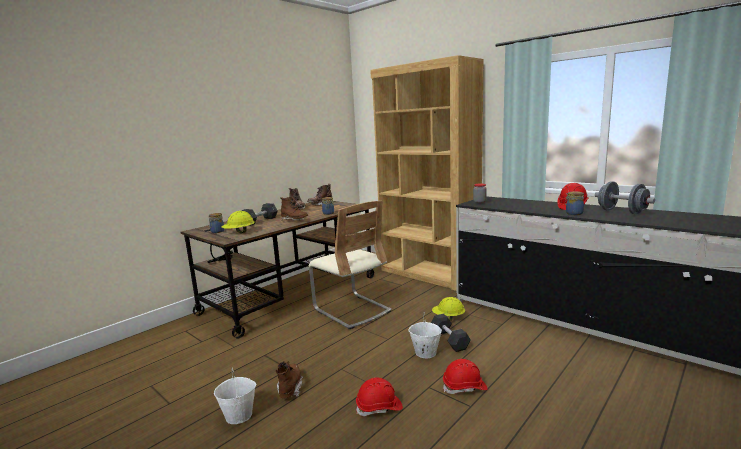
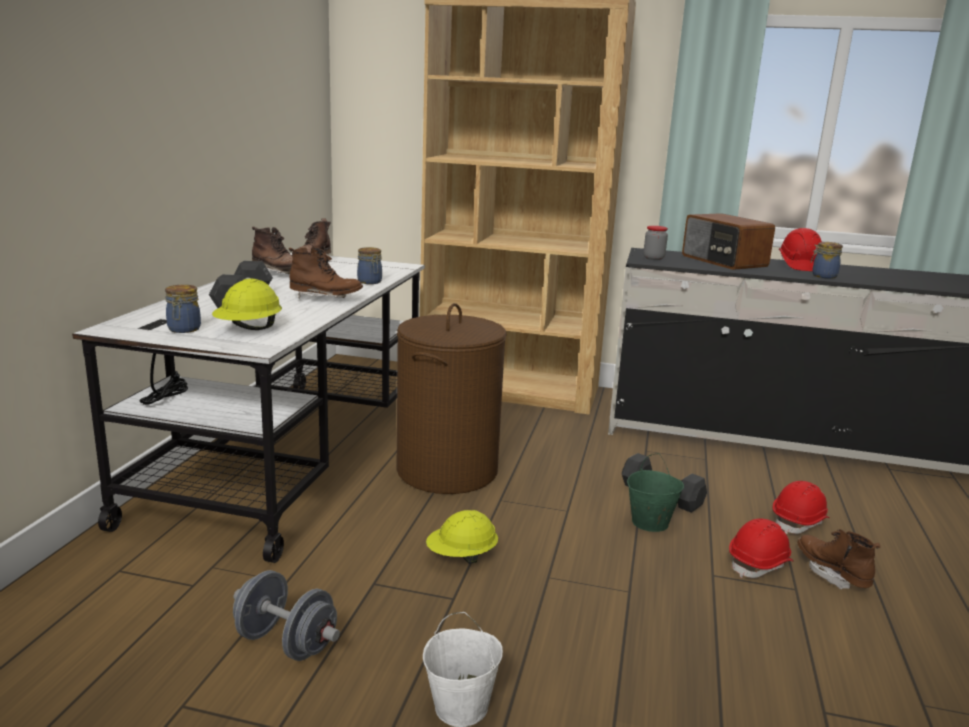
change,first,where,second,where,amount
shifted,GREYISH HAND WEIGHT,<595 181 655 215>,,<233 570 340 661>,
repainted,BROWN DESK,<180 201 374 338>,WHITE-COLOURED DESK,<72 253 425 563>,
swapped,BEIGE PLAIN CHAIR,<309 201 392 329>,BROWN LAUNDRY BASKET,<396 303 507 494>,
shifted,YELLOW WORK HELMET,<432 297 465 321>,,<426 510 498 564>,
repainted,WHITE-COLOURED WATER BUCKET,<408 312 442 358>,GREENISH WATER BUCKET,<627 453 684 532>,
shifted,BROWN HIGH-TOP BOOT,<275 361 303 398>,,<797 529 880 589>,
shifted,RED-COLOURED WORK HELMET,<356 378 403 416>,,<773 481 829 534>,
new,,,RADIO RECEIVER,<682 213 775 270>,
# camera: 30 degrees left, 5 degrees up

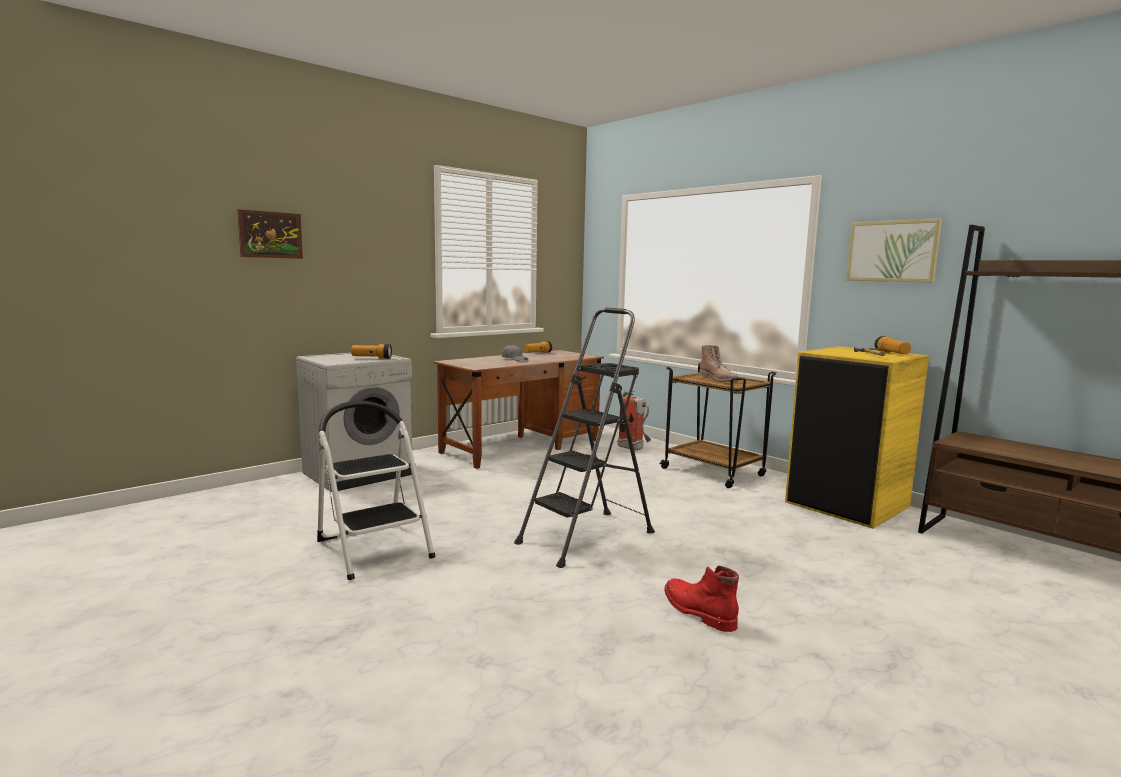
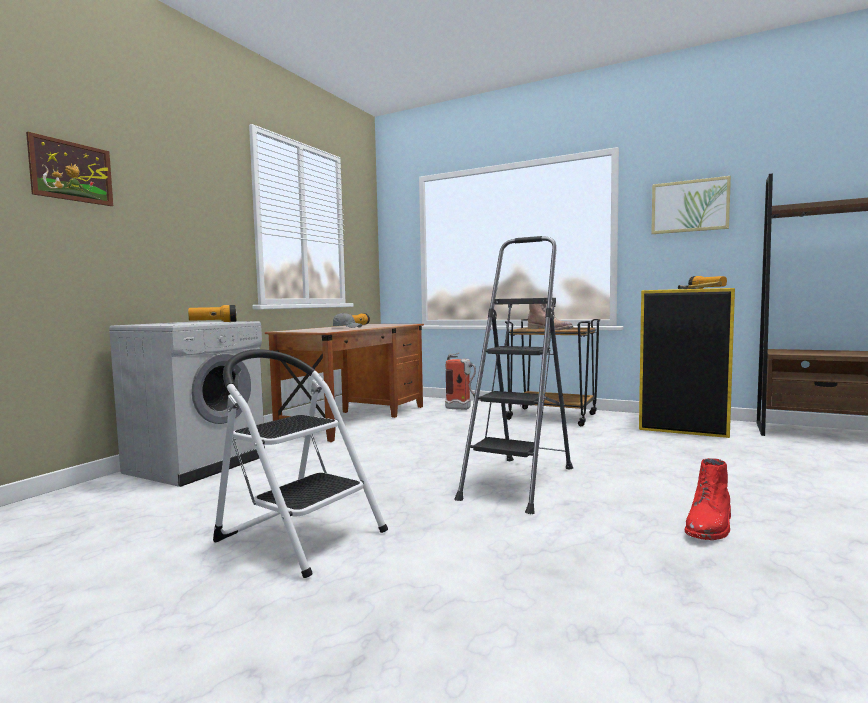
change,first,where,second,where,amount
rotated,RED-COLOURED HIGH-TOP BOOT,<664 565 739 632>,,<685 458 731 540>,90 degrees counterclockwise
# camera: 20 degrees left, 5 degrees down

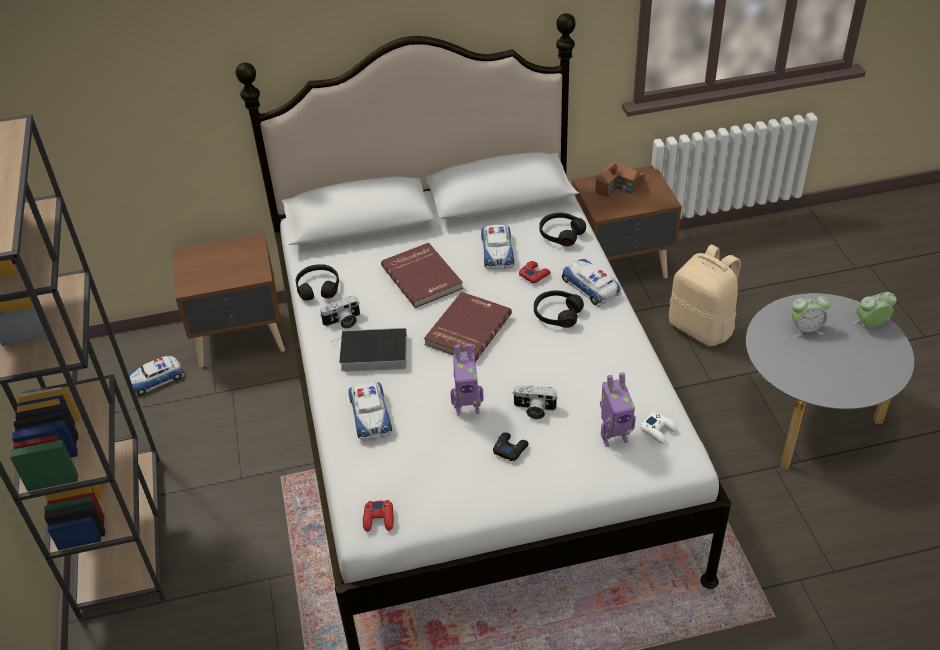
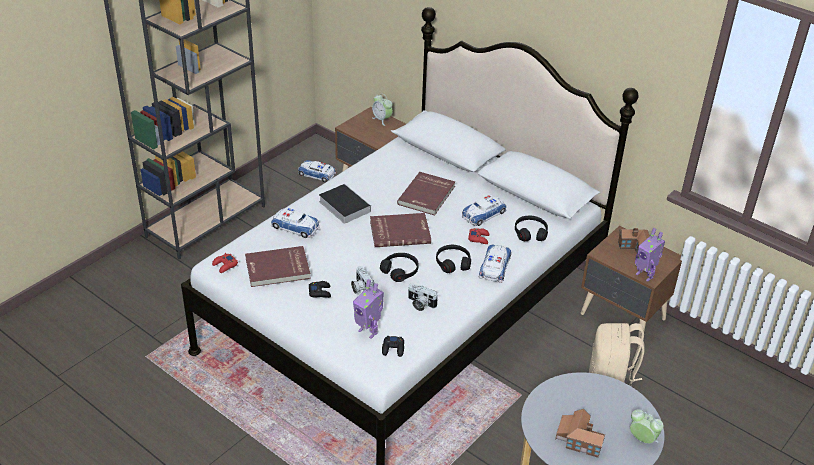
change,first,where,second,where,amount
shifted,BLACK-COLOURED PAIR OF HEADPHONES,<296 264 339 300>,,<380 253 419 282>,
shifted,ALARM CLOCK,<791 293 830 337>,,<372 94 392 126>,
shifted,PHOTO CAMERA,<320 295 360 329>,,<408 284 438 311>,
shifted,MODEL ROBOT,<450 344 484 416>,,<635 228 665 282>,
rotated,MODEL CAR,<348 381 392 441>,,<271 208 319 238>,105 degrees counterclockwise
repainted,WHITE-COLOURED JOYPAD,<640 413 677 444>,BLACK-COLOURED JOYPAD,<382 336 404 357>,
new,,,RED-COLOURED BOUND BOOK,<245 246 311 287>,
new,,,MINIATURE HOUSE,<555 409 605 458>,
# camera: 50 degrees right, 5 degrees down

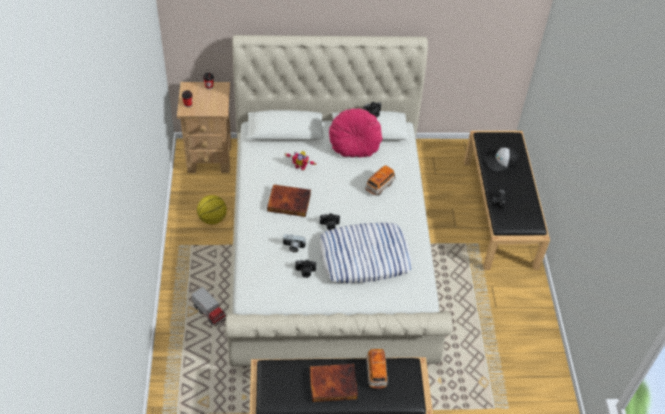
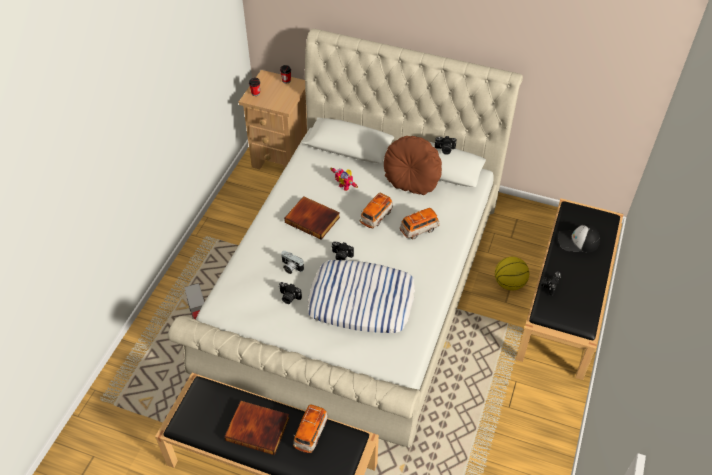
change,first,where,second,where,amount
repainted,PINK THROW PILLOW,<329 108 383 157>,BROWN THROW PILLOW,<384 136 442 195>,
shifted,BASKETBALL,<197 195 227 224>,,<495 257 529 290>,
new,,,MODEL CAR,<360 193 393 228>,
# camera: 25 degrees right, 0 degrees up

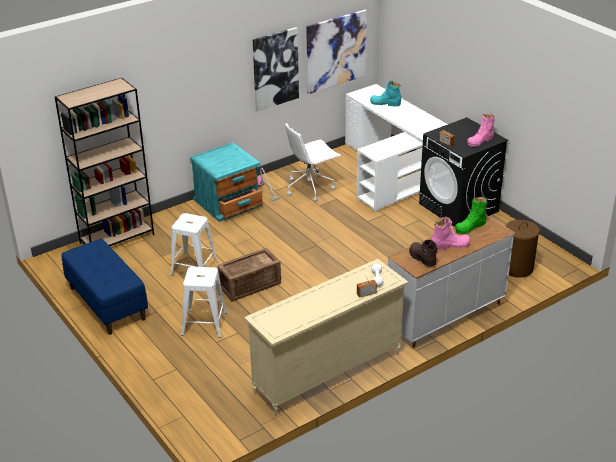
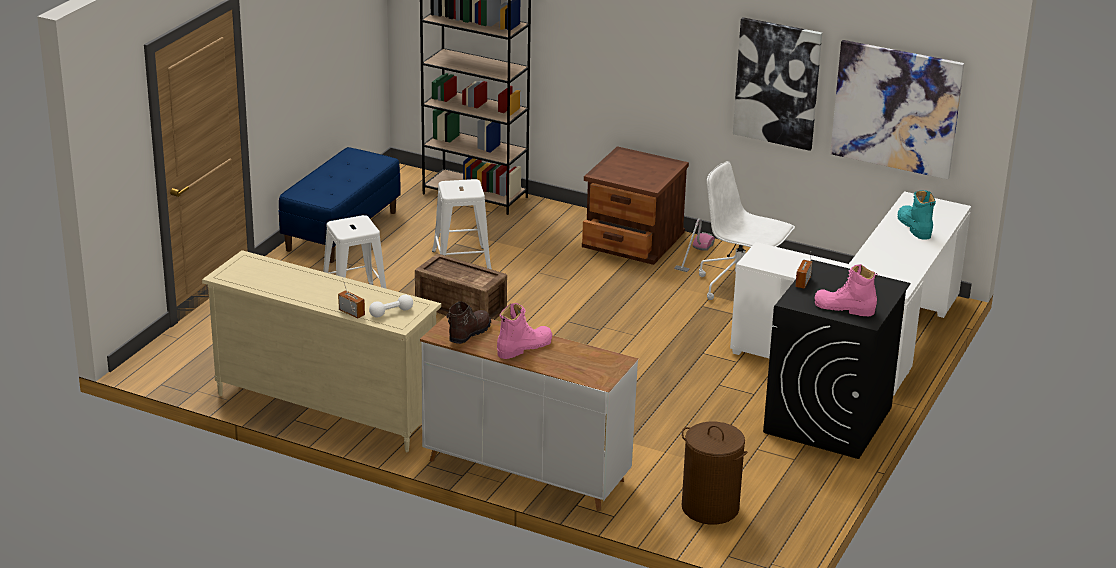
change,first,where,second,where,amount
repainted,BLUE-GREEN NIGHTSTAND,<190 143 263 222>,BROWN NIGHTSTAND,<582 146 689 265>,
gone,GREENISH HIGH-TOP BOOT,<455 197 487 234>,,,
rotated,PINK HIGH-TOP BOOT,<431 217 470 250>,,<497 303 552 359>,90 degrees counterclockwise
# camera: 60 degrees right, 5 degrees down

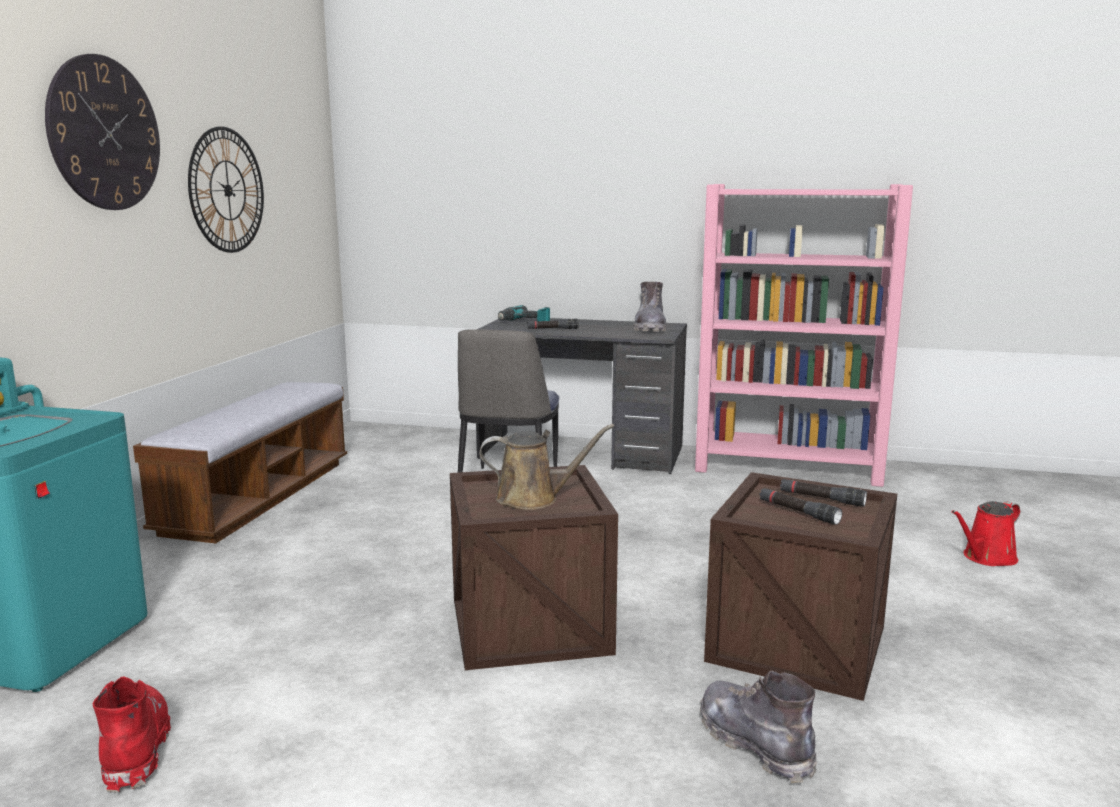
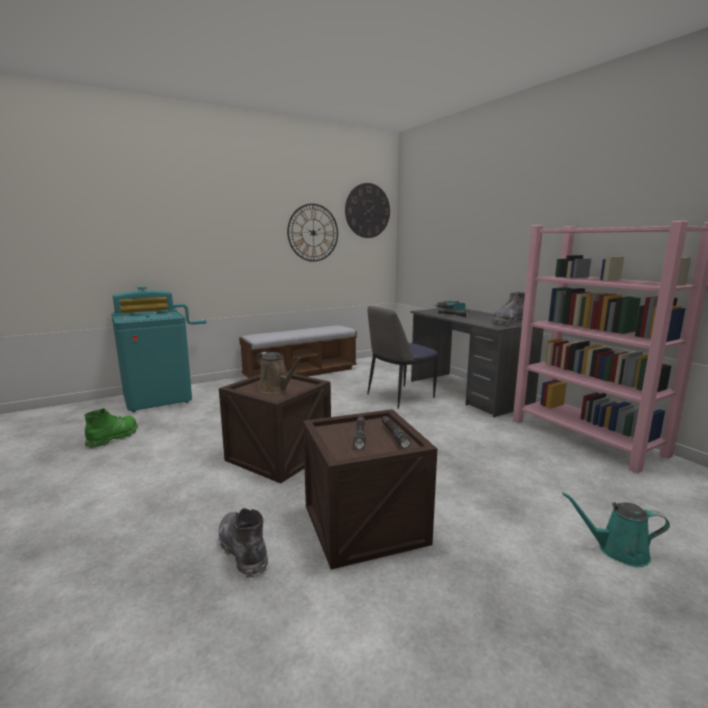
change,first,where,second,where,amount
shifted,WALL CLOCK,<45 54 160 210>,,<345 183 390 238>,
repainted,RED-COLOURED WATERING POT,<952 501 1020 566>,BLUE-GREEN WATERING POT,<562 492 670 567>,
rotated,GREYISH HIGH-TOP BOOT,<700 671 817 783>,,<218 508 268 578>,45 degrees counterclockwise
repainted,RED-COLOURED HIGH-TOP BOOT,<92 676 171 792>,GREENISH HIGH-TOP BOOT,<84 408 138 449>,
# camera: 45 degrees right, 0 degrees up

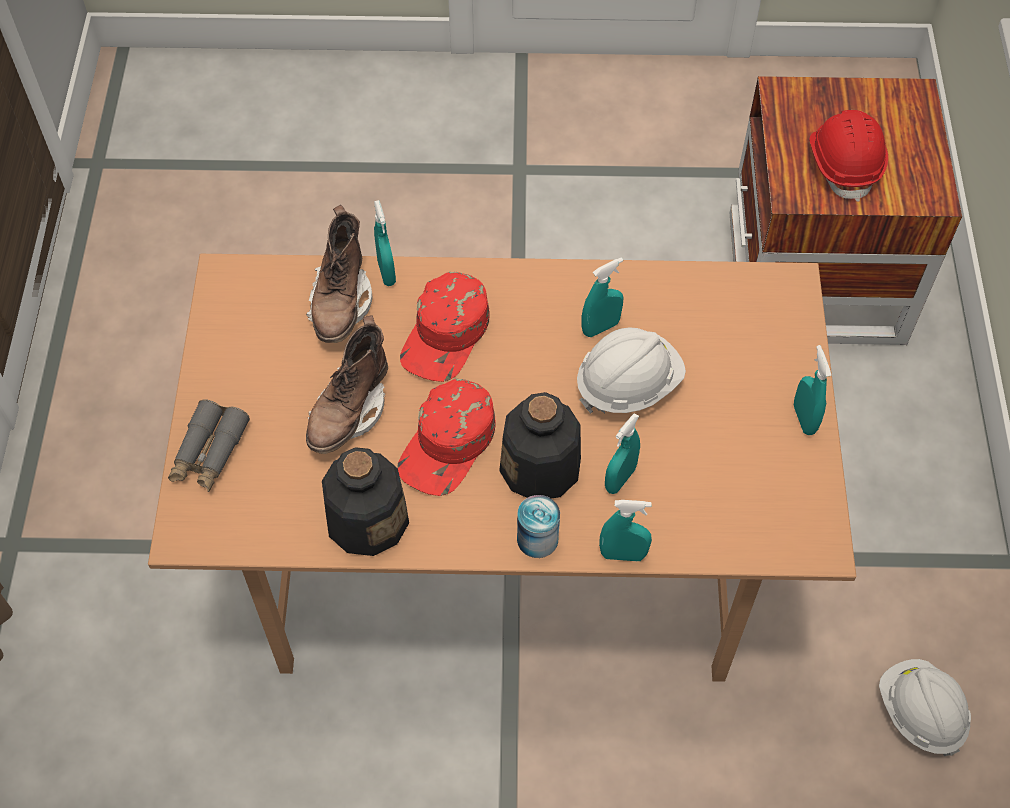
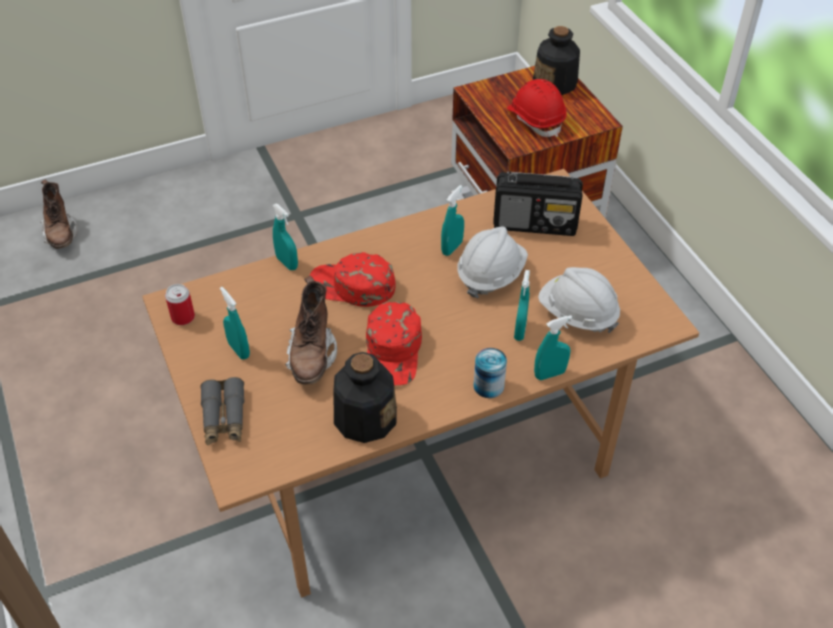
change,first,where,second,where,amount
shifted,BROWN HIGH-TOP BOOT,<306 205 372 343>,,<40 179 78 249>,
rotated,RED-COLOURED PEAKED CAP,<400 272 490 382>,,<310 252 395 307>,105 degrees clockwise
shifted,BLUE-GREEN SPRAY BOTTLE,<794 345 832 435>,,<220 287 250 359>,
shifted,BOTTLE,<499 392 581 499>,,<533 26 580 95>,
shifted,WHITE-COLOURED WORK HELMET,<879 659 971 756>,,<538 267 620 333>,
new,,,RADIO RECEIVER,<493 171 583 236>,
new,,,METAL CAN,<165 284 195 325>,
# camera: 25 degrees left, 10 degrees down

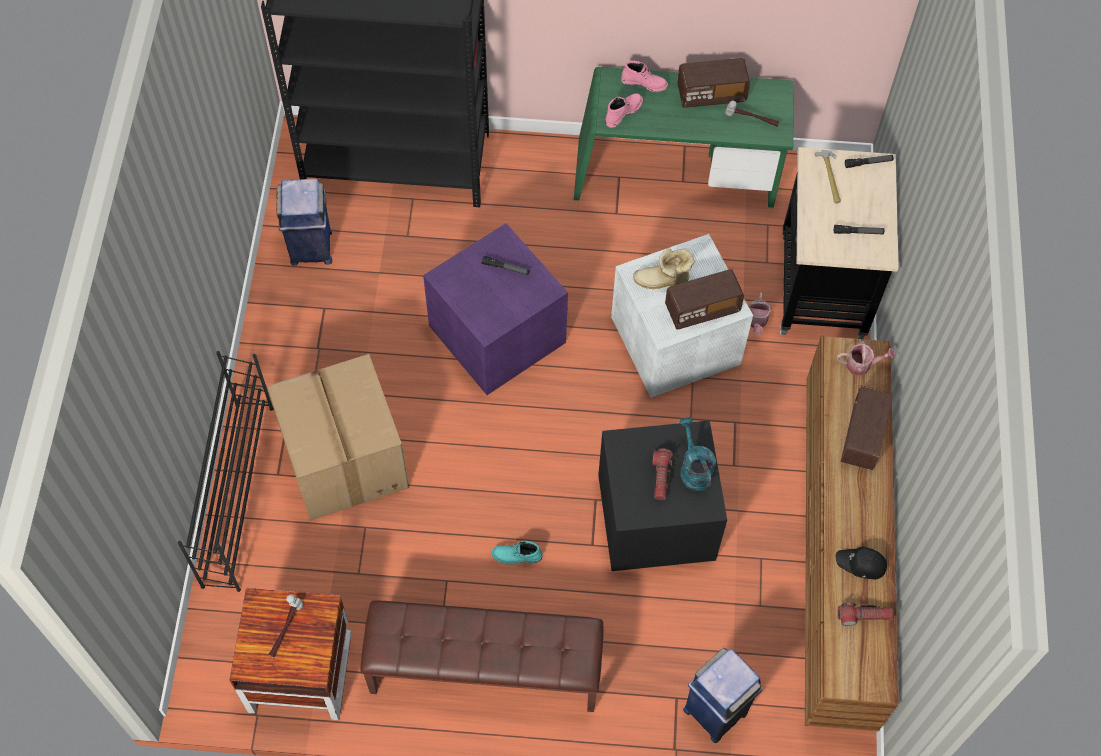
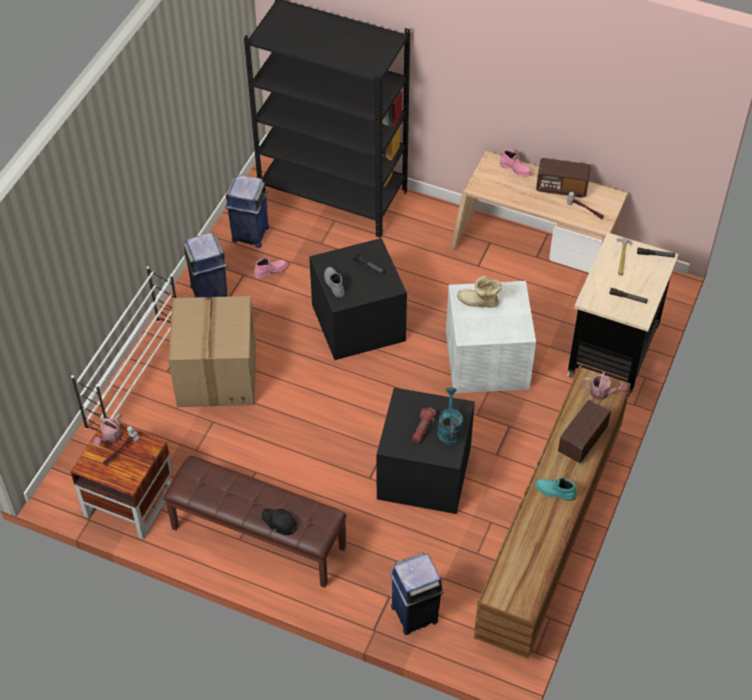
change,first,where,second,where,amount
repainted,GREENISH DESK,<574 67 794 208>,BEIGE DESK,<450 151 628 273>,
shifted,PINK HIGH-TOP BOOT,<605 93 643 128>,,<254 258 287 279>,
repainted,PURPLE-COLOURED STORAGE BOX,<423 223 568 395>,BLACK-COLOURED STORAGE BOX,<309 238 407 360>,
gone,RADIO RECEIVER,<665 269 744 329>,,,
shifted,WATERING POT,<748 292 772 335>,,<93 414 122 446>,
repainted,BLACK-COLOURED SHOE RACK,<178 351 274 592>,WHITE-COLOURED SHOE RACK,<71 266 176 431>,
shifted,BLUE-GREEN HIGH-TOP BOOT,<492 540 542 565>,,<535 478 576 501>,
shifted,BLACK-COLOURED PEAKED CAP,<836 546 887 579>,,<262 509 297 535>,
gone,HAND TORCH,<837 603 894 626>,,,
new,,,BLUE-COLOURED RUBBISH BIN,<183 233 228 297>,
new,,,GREYISH HIGH-TOP BOOT,<324 267 345 298>,
# camera: 20 degrees right, 10 degrees down

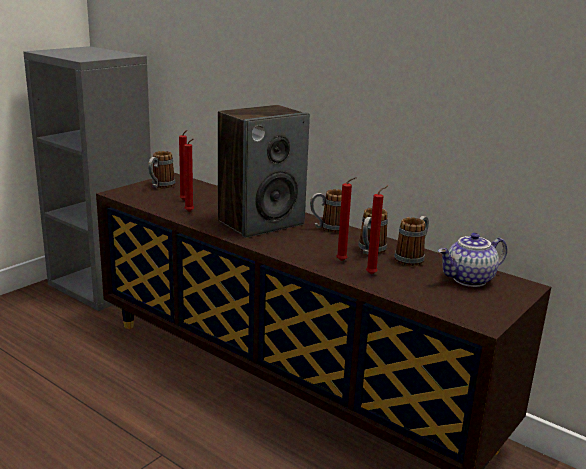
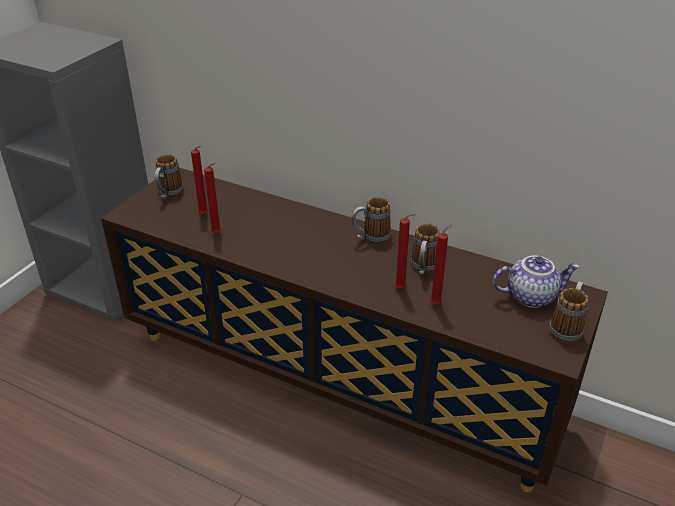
change,first,where,second,where,amount
gone,AUDIO SPEAKER,<218 105 310 238>,,,
shifted,TEA MUG,<394 216 429 266>,,<549 281 588 343>,
rotated,POT FOR TEA,<438 233 507 287>,,<493 255 580 308>,150 degrees counterclockwise
# camera: 10 degrees left, 15 degrees up

